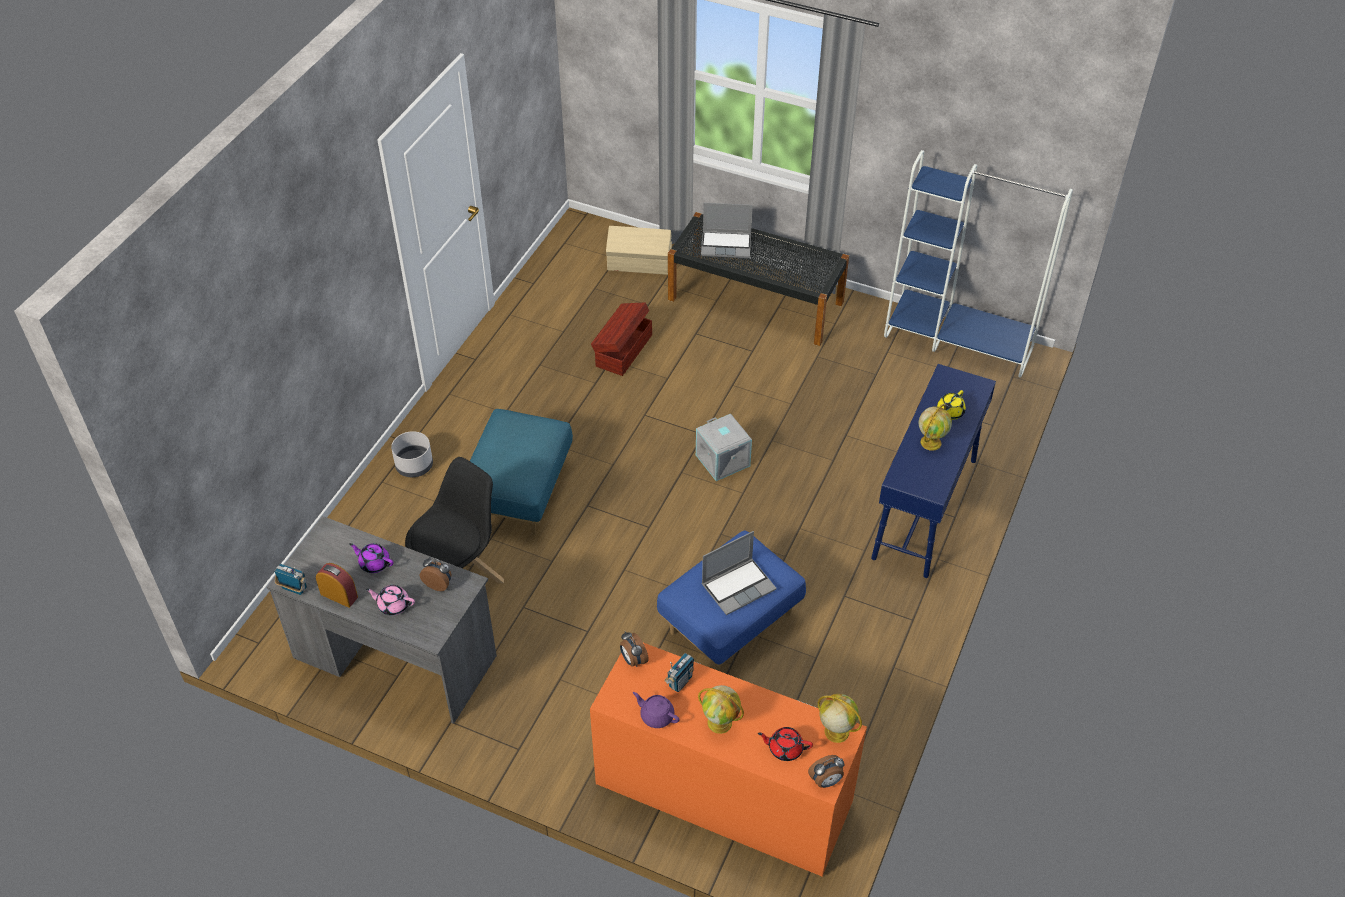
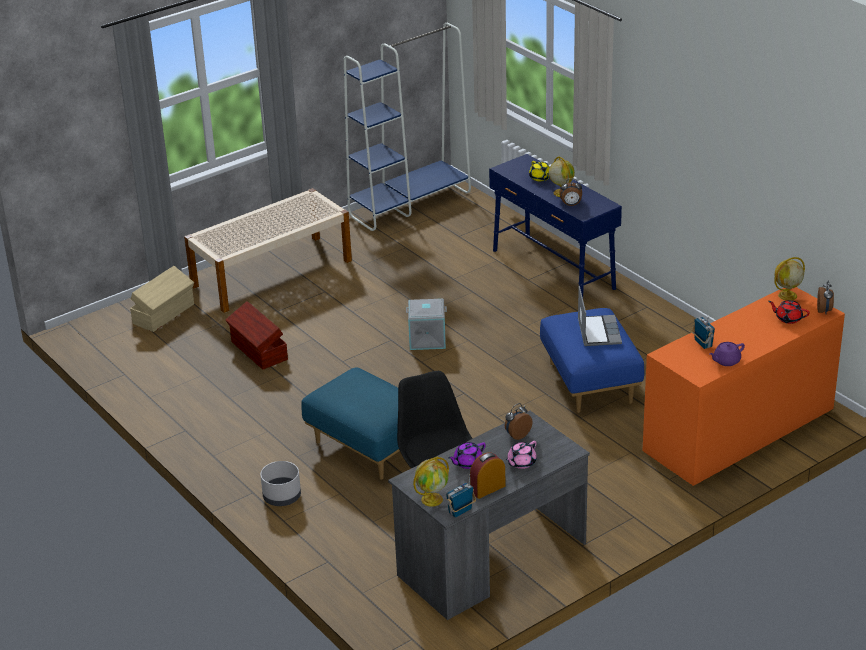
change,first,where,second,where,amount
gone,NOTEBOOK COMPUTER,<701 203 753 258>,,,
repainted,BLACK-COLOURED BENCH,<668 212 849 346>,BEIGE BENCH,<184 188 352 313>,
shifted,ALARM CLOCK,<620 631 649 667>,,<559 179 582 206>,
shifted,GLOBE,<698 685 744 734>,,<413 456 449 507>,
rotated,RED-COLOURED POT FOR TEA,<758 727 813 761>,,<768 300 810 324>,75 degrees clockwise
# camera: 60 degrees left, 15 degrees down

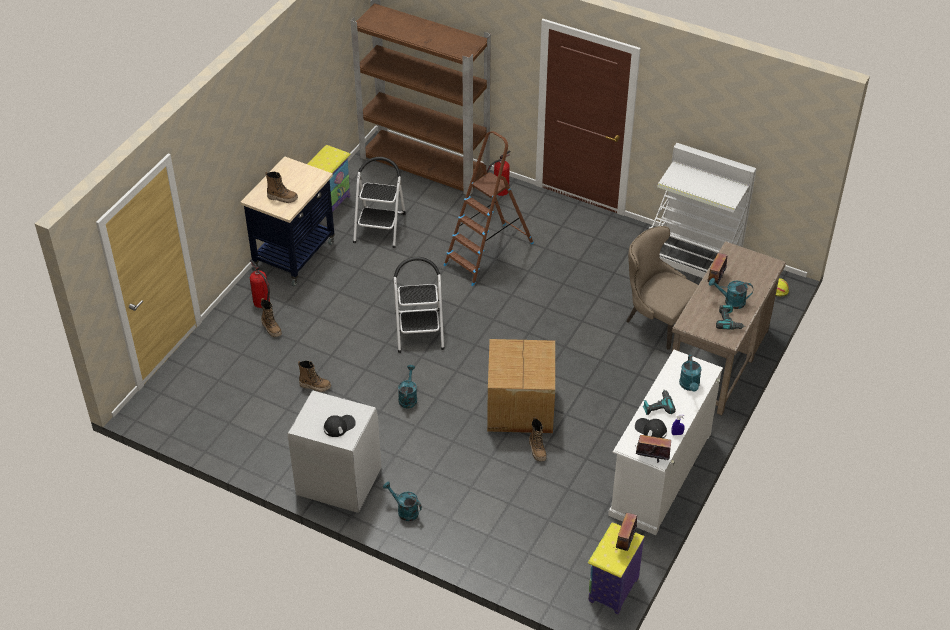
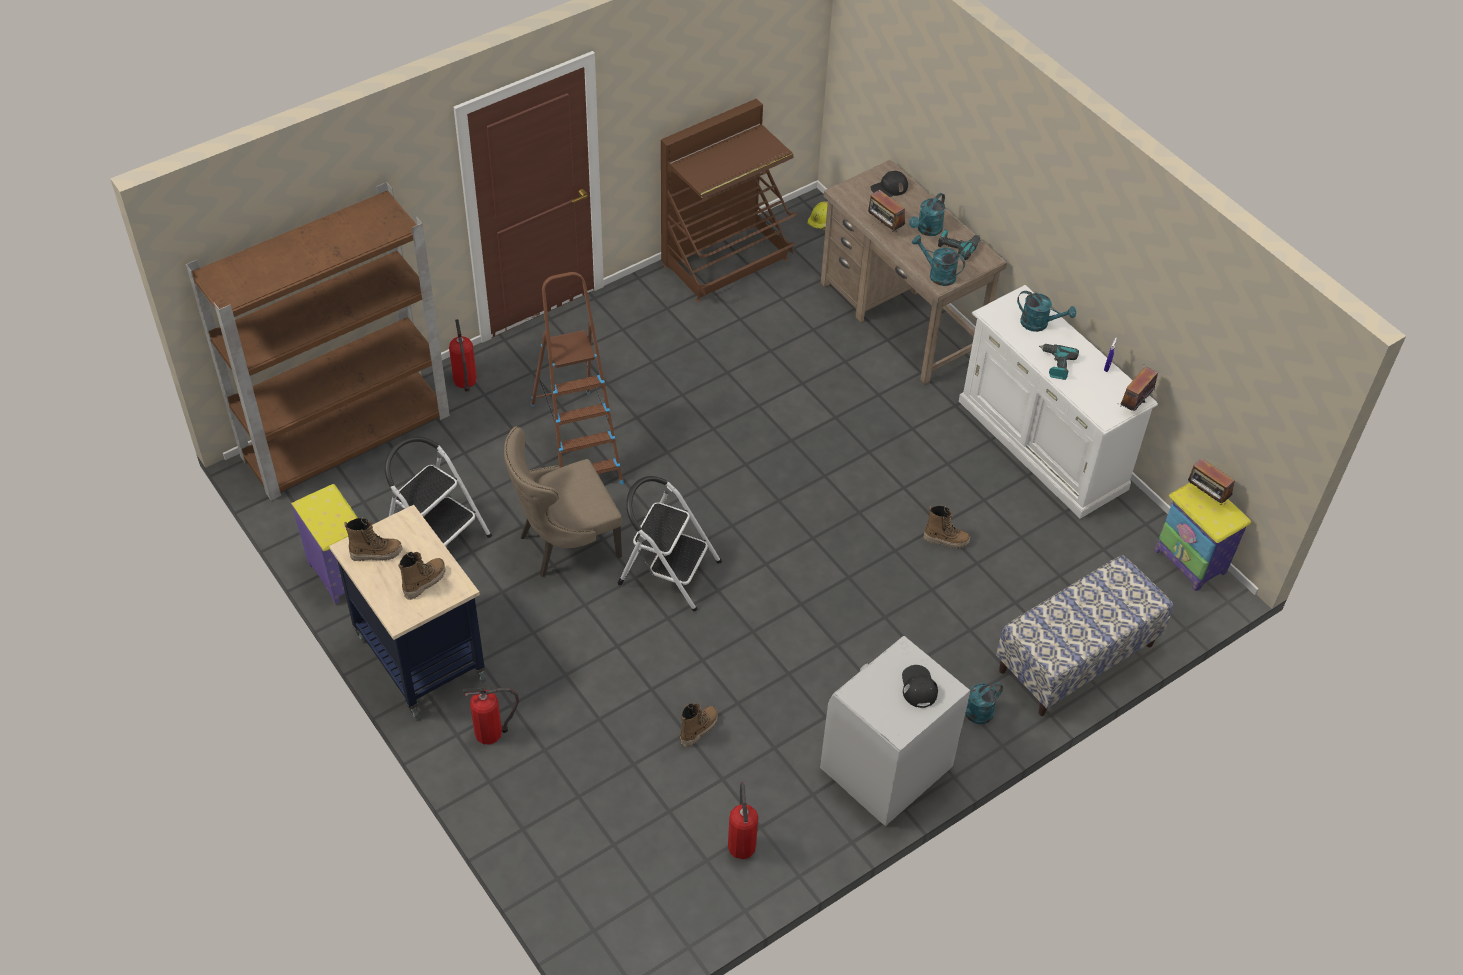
change,first,where,second,where,amount
repainted,WHITE-COLOURED SHOE RACK,<649 143 756 278>,BROWN SHOE RACK,<661 99 797 302>,
shifted,BEIGE PLAIN CHAIR,<626 226 698 350>,,<504 426 622 577>,
shifted,HIGH-TOP BOOT,<261 298 282 337>,,<344 517 402 561>,
gone,CARDBOARD BOX,<487 339 555 433>,,,
shifted,BLUE-GREEN WATERING POT,<398 365 417 408>,,<912 235 965 286>,
shifted,BLACK-COLOURED PEAKED CAP,<635 418 667 438>,,<871 171 908 197>,
new,,,BENCH,<996 555 1173 716>,
new,,,FIRE-FIGHTING CYLINDER,<728 782 758 859>,
# camera: 65 degrees left, 5 degrees up

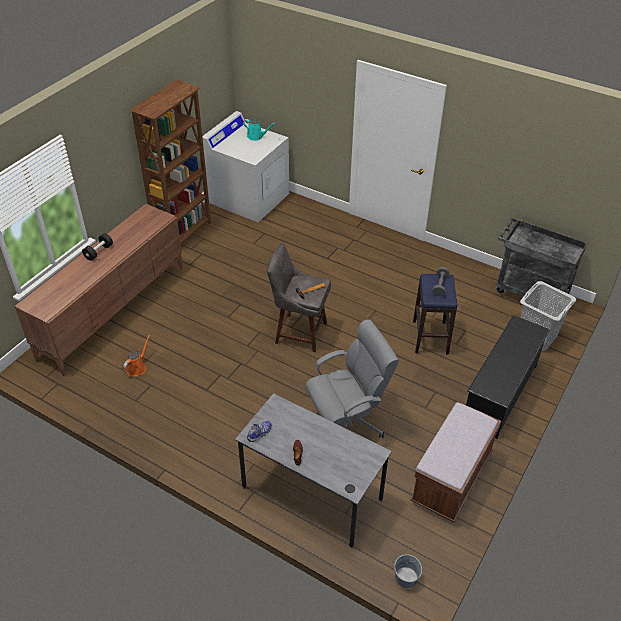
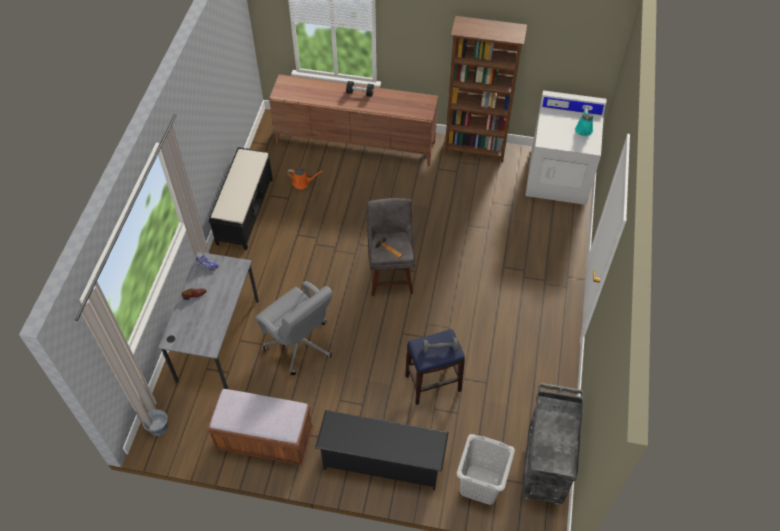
change,first,where,second,where,amount
new,,,BLACK-COLOURED BENCH,<208 147 273 250>,
# camera: 70 degrees right, 10 degrees up

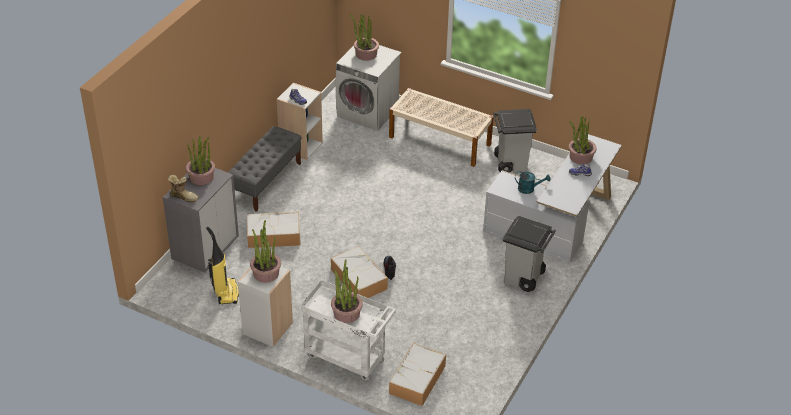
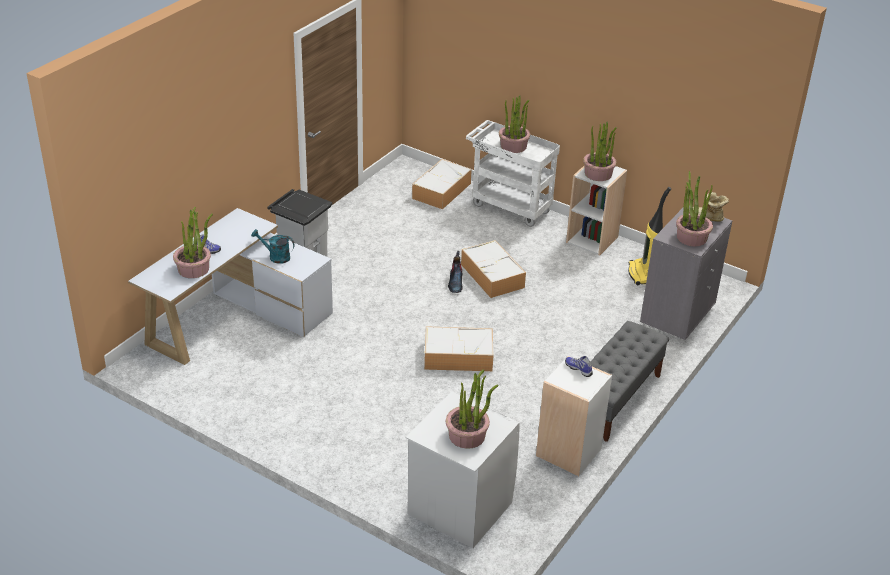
change,first,where,second,where,amount
gone,BEIGE BENCH,<389 88 494 167>,,,
gone,GREYISH RUBBISH BIN,<493 109 537 173>,,,
shifted,STORAGE BOX,<247 212 300 248>,,<424 326 494 371>,
# camera: 175 degrees left, 5 degrees down

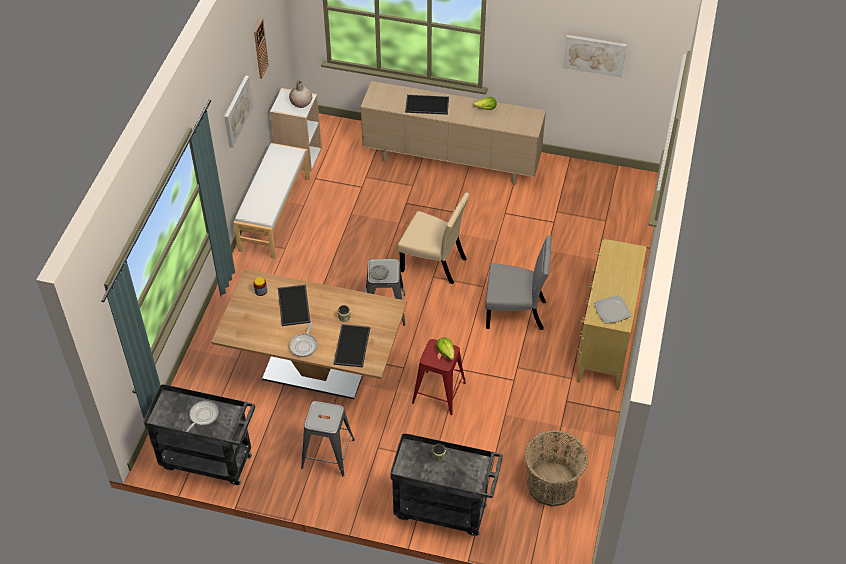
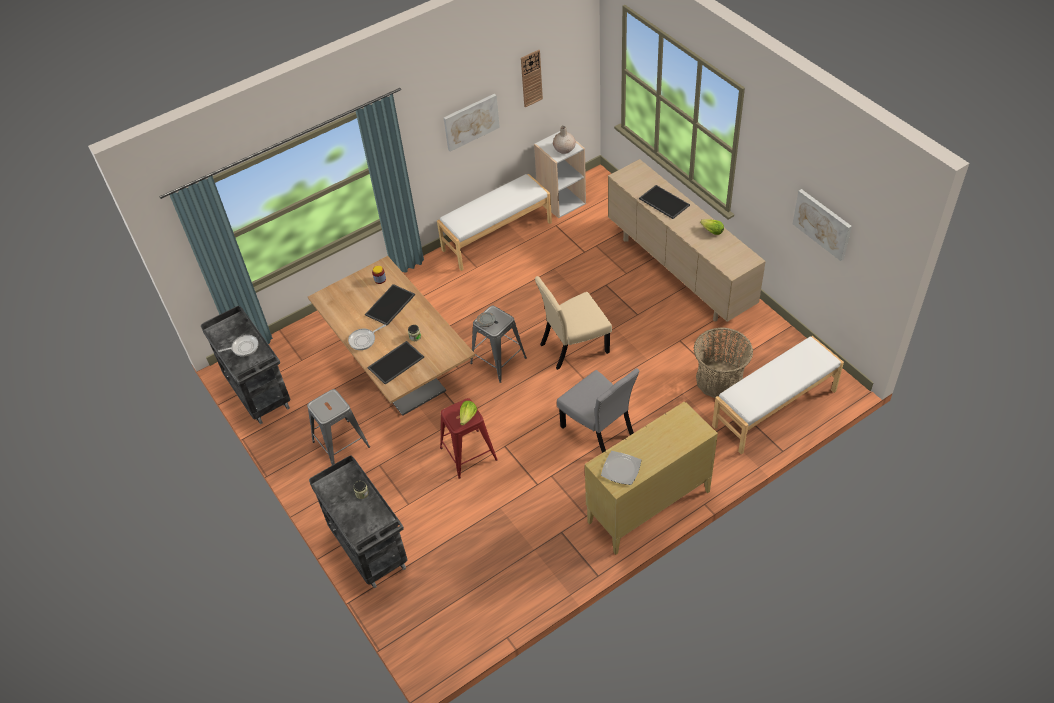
change,first,where,second,where,amount
rotated,BEIGE PLAIN CHAIR,<398 192 469 284>,,<535 276 612 370>,90 degrees clockwise
shifted,STORAGE BASKET,<525 430 588 507>,,<694 327 753 398>,
new,,,WHITE-COLOURED BENCH,<712 336 844 454>,
# camera: 45 degrees right, 0 degrees up

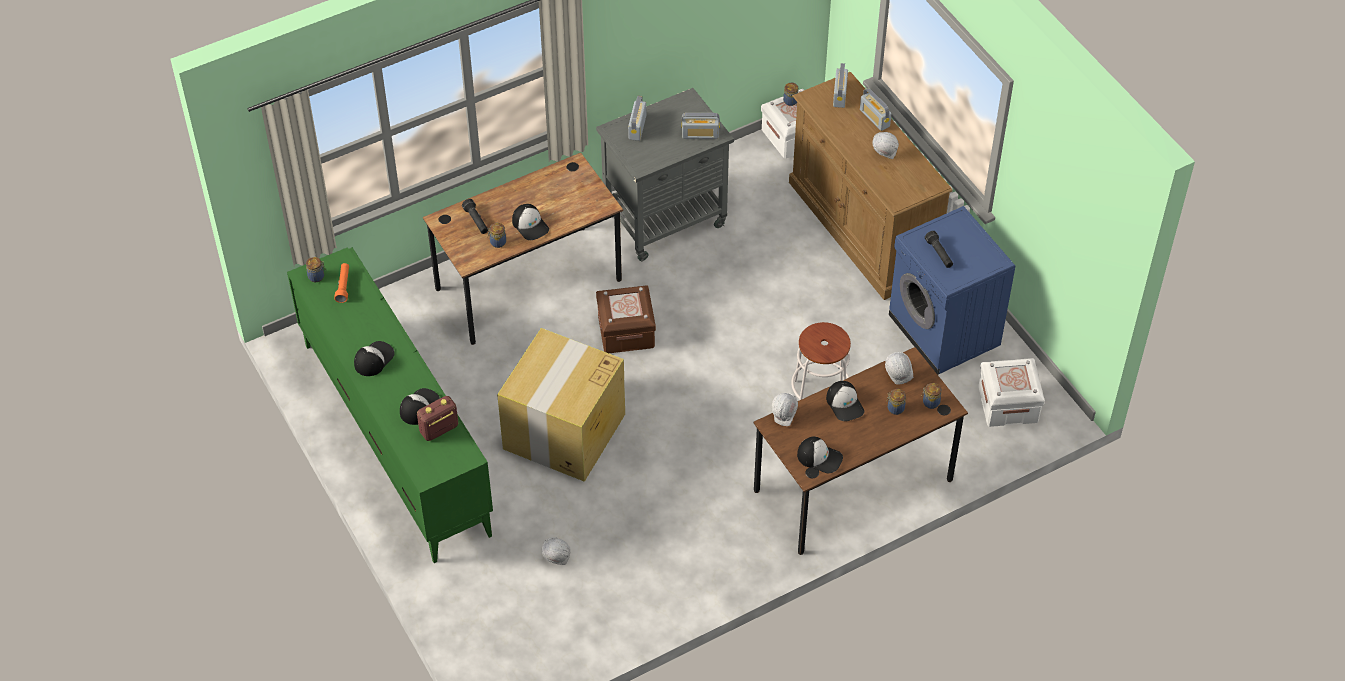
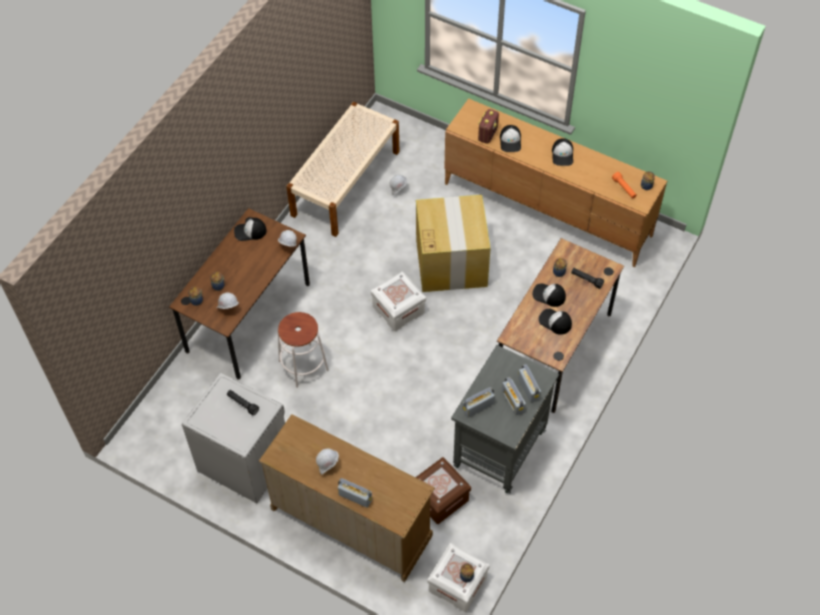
change,first,where,second,where,amount
shifted,RADIO RECEIVER,<833 63 848 108>,,<502 377 526 415>,
repainted,BLUE-COLOURED LAUNDRY APPLIANCE,<889 206 1015 375>,WHITE-COLOURED LAUNDRY APPLIANCE,<182 372 285 503>,
repainted,GREENISH CABINET,<287 247 493 563>,BROWN CABINET,<444 98 667 267>,
shifted,BROWN STORAGE BOX,<596 285 656 353>,,<415 457 471 524>,
shifted,WHITE-COLOURED STORAGE BOX,<978 358 1045 427>,,<371 271 426 331>,
shifted,PEAKED CAP,<826 381 864 421>,,<539 309 572 334>,
new,,,BEIGE BENCH,<286 102 400 237>,
# camera: 150 degrees right, 5 degrees up

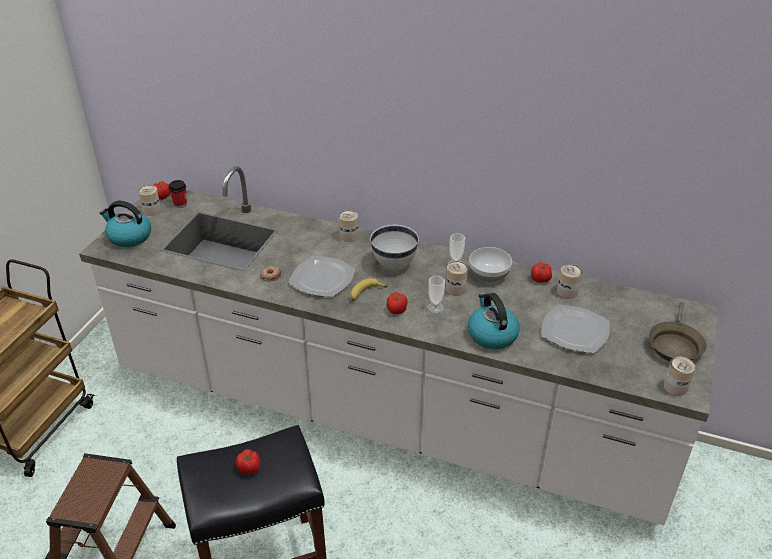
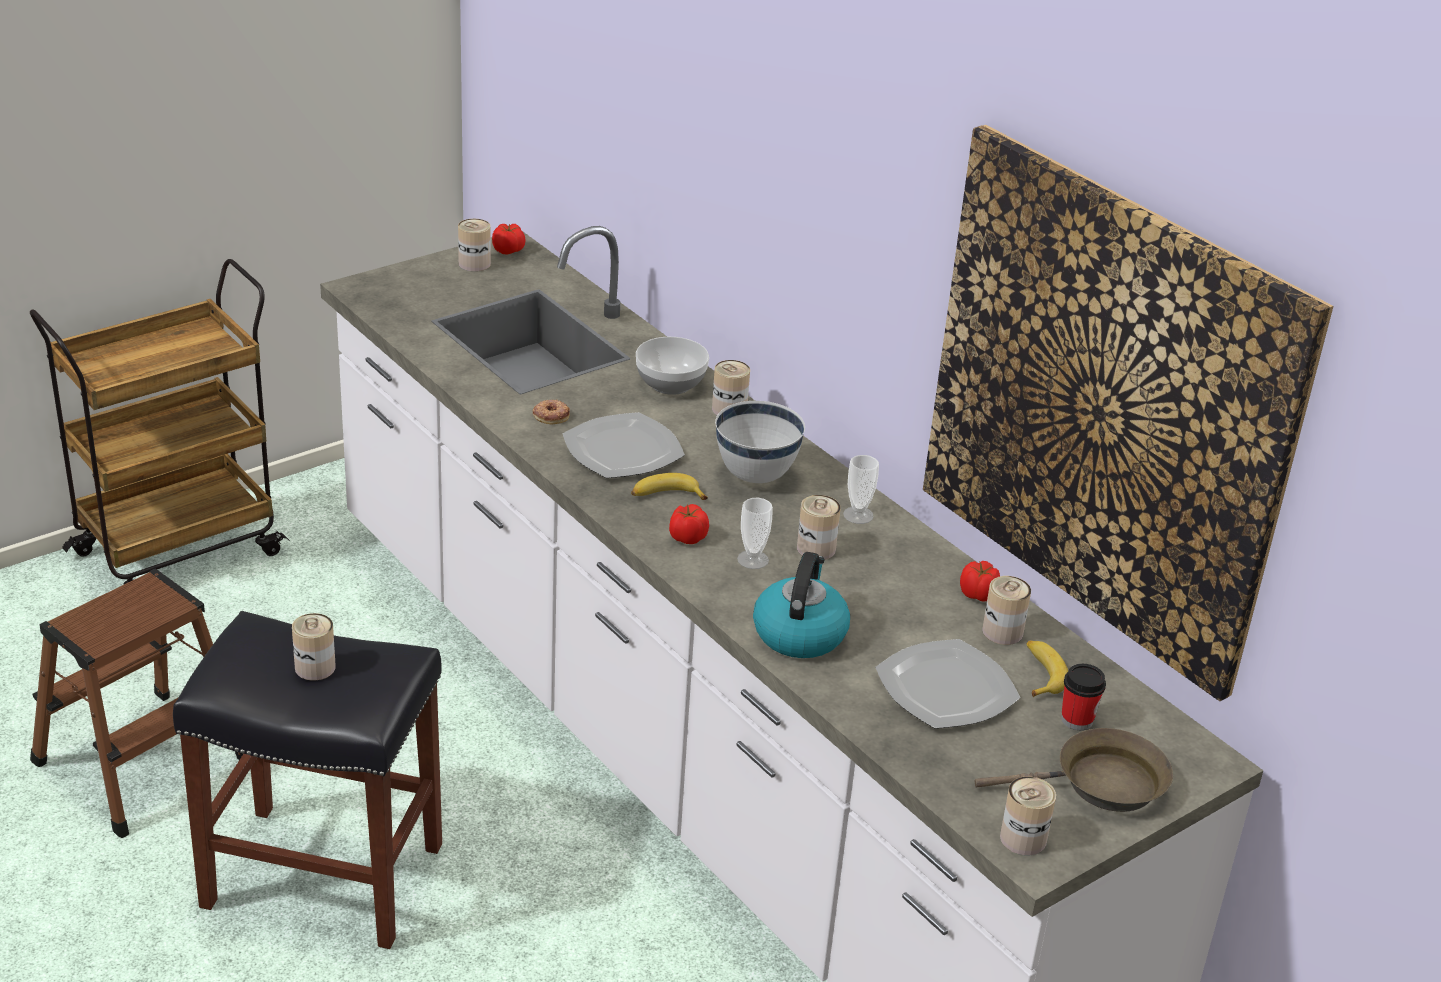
change,first,where,second,where,amount
shifted,DRINKING CUP,<169 180 187 208>,,<1061 664 1106 730>,
gone,TEA KETTLE,<100 201 151 247>,,,
shifted,BOWL,<469 247 512 283>,,<636 337 709 395>,
rotated,BROWN PAN,<649 302 707 361>,,<975 728 1173 812>,150 degrees counterclockwise
swapped,TOMATO,<236 449 260 474>,METAL CAN,<292 613 336 680>,
new,,,PICTURE,<923 125 1333 701>,
new,,,BANANA,<1026 640 1068 697>,
# camera: 30 degrees right, 5 degrees down

